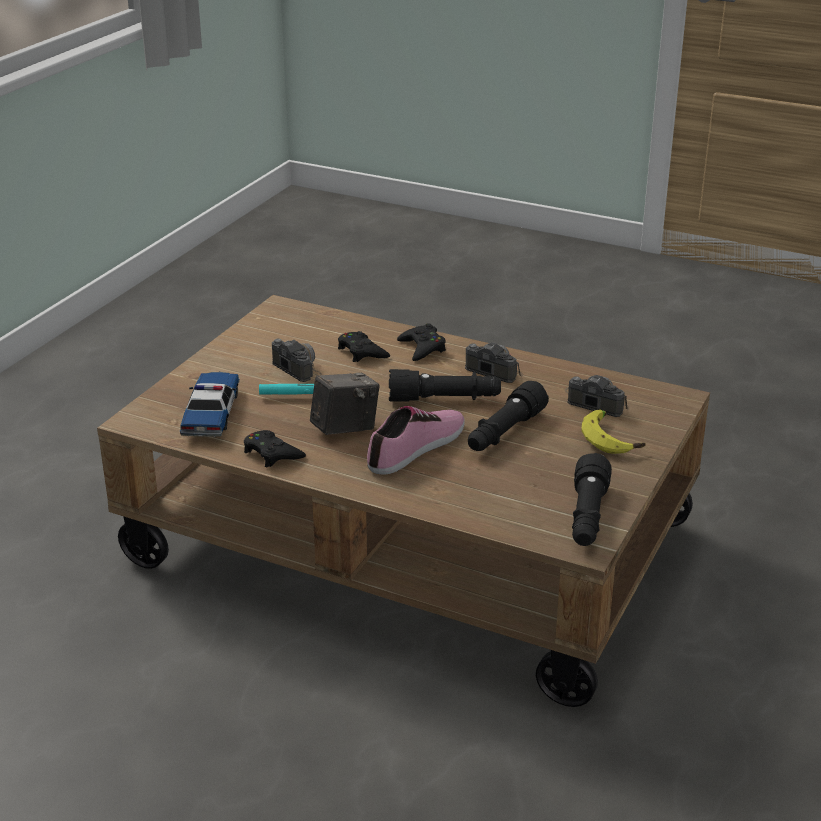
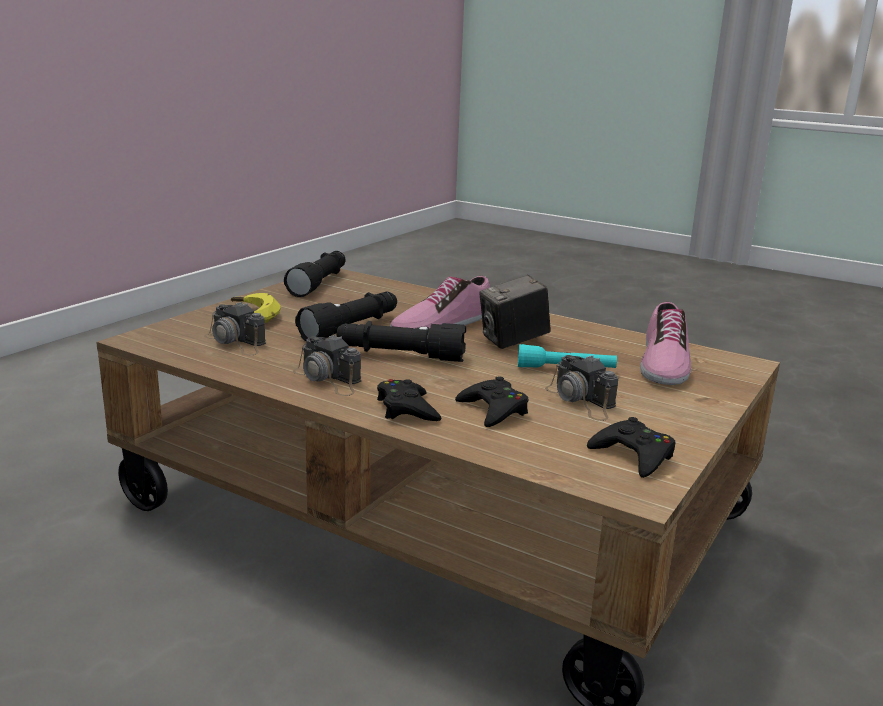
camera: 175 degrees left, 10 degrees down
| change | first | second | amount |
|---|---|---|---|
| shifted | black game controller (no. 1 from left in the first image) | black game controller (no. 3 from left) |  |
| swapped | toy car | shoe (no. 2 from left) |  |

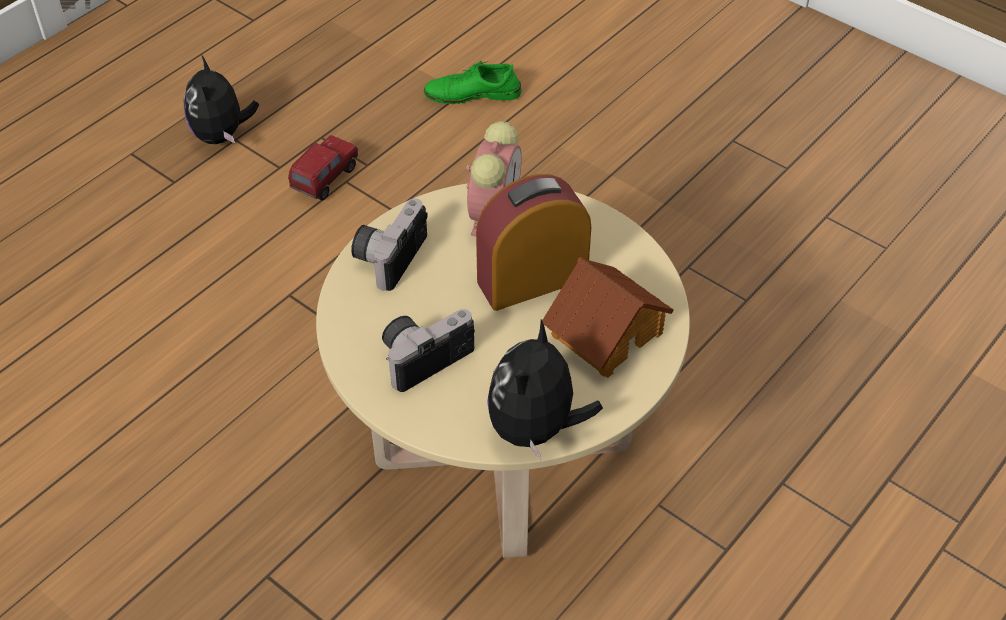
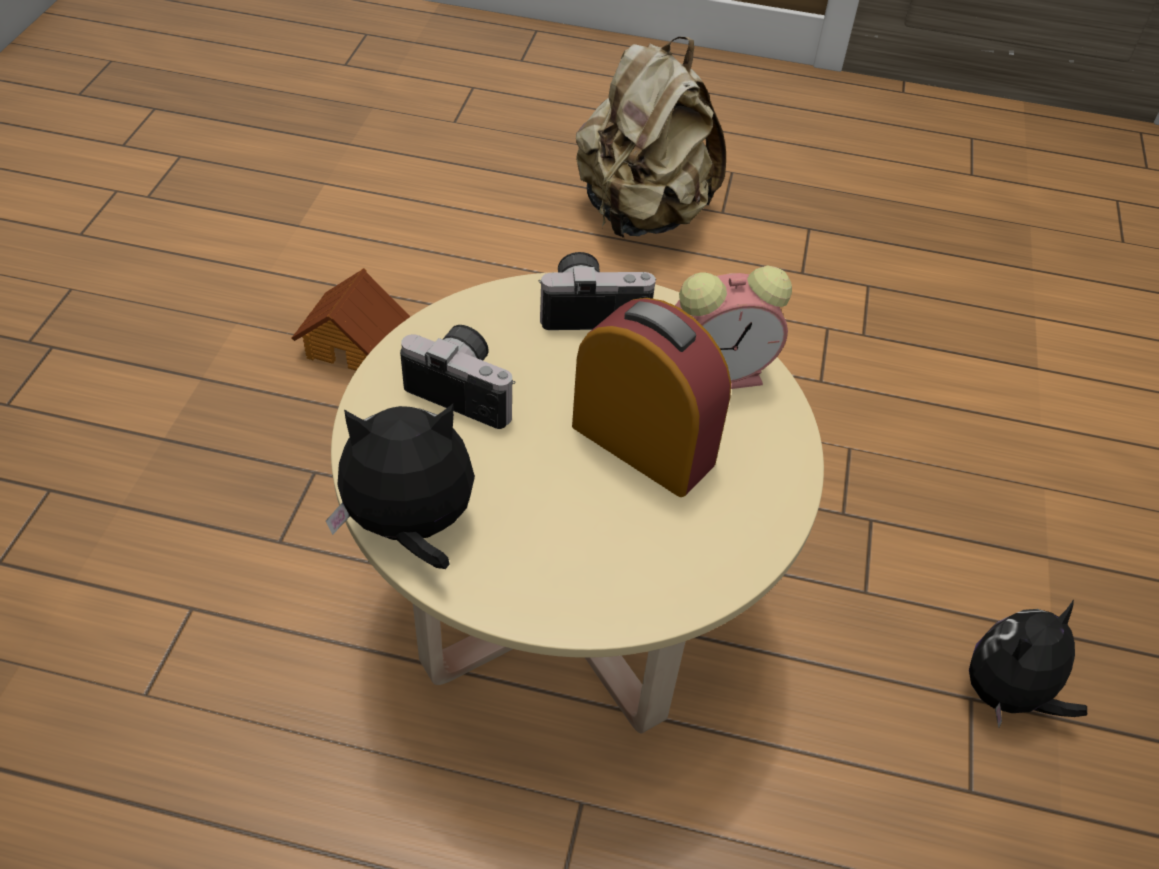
camera: 60 degrees right, 0 degrees up
| change | first | second | amount |
|---|---|---|---|
| shifted | toy house |  |  |
| new |  | beige backpack |  |
| shifted | plush toy (no. 1 from left in the first image) | plush toy (no. 2 from left) |  |
| gone | toy truck |  |  |
| gone | green shoe |  |  |

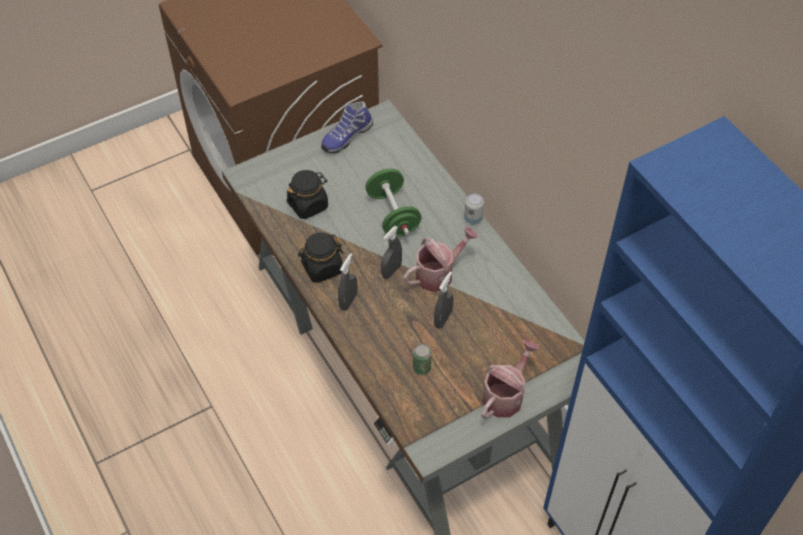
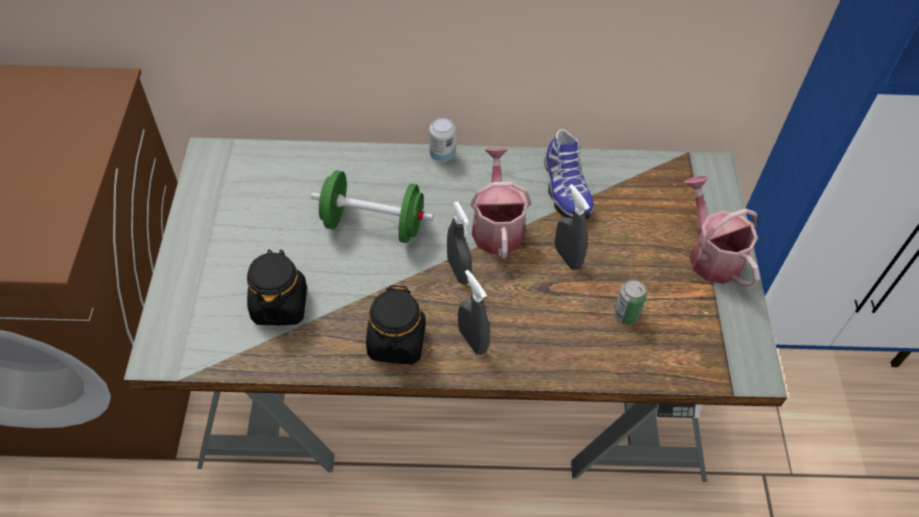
camera: 60 degrees left, 0 degrees up
| change | first | second | amount |
|---|---|---|---|
| shifted | shoe |  |  |

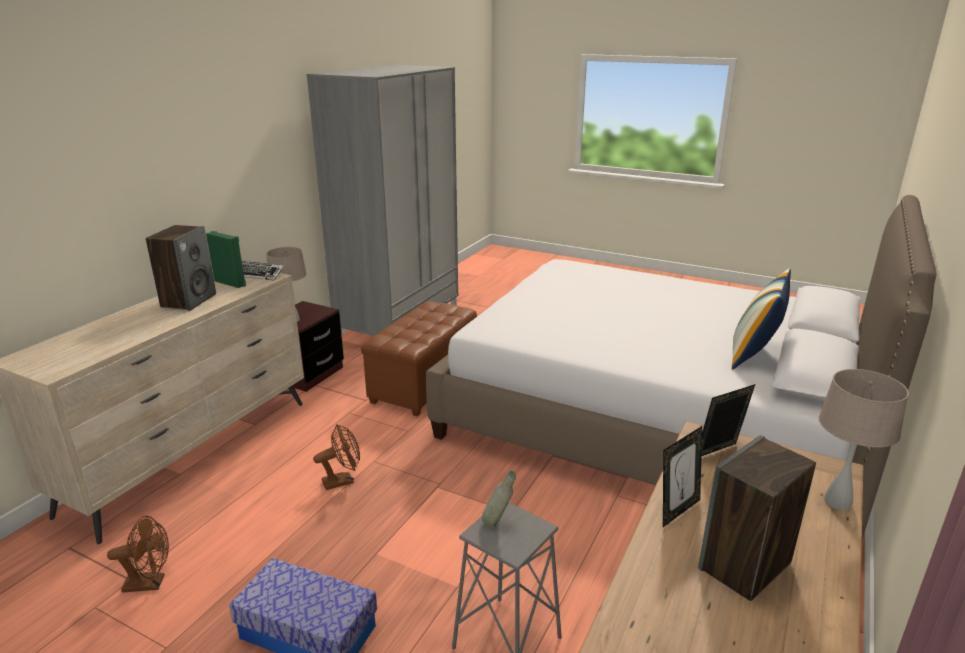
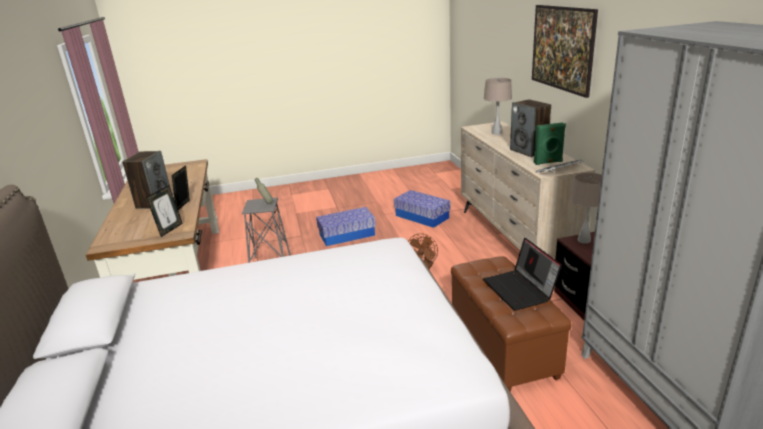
camera: 140 degrees right, 0 degrees up
| change | first | second | amount |
|---|---|---|---|
| swapped | brown fan (no. 1 from left) | storage box (no. 2 from left) |  |
| new |  | laptop |  |
| shifted | beige table lamp (no. 2 from left in the first image) | beige table lamp (no. 1 from left) |  |
| new |  | picture |  |
| gone | pillow |  |  |

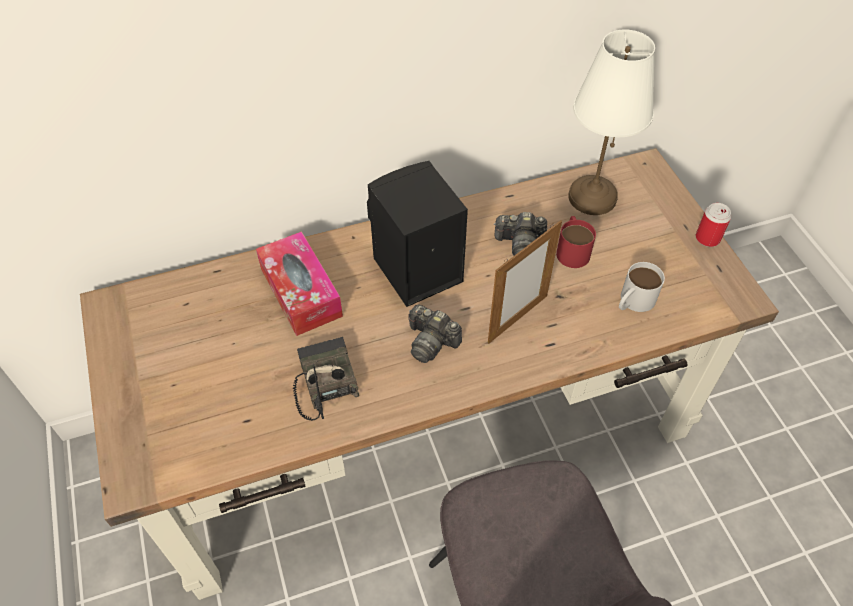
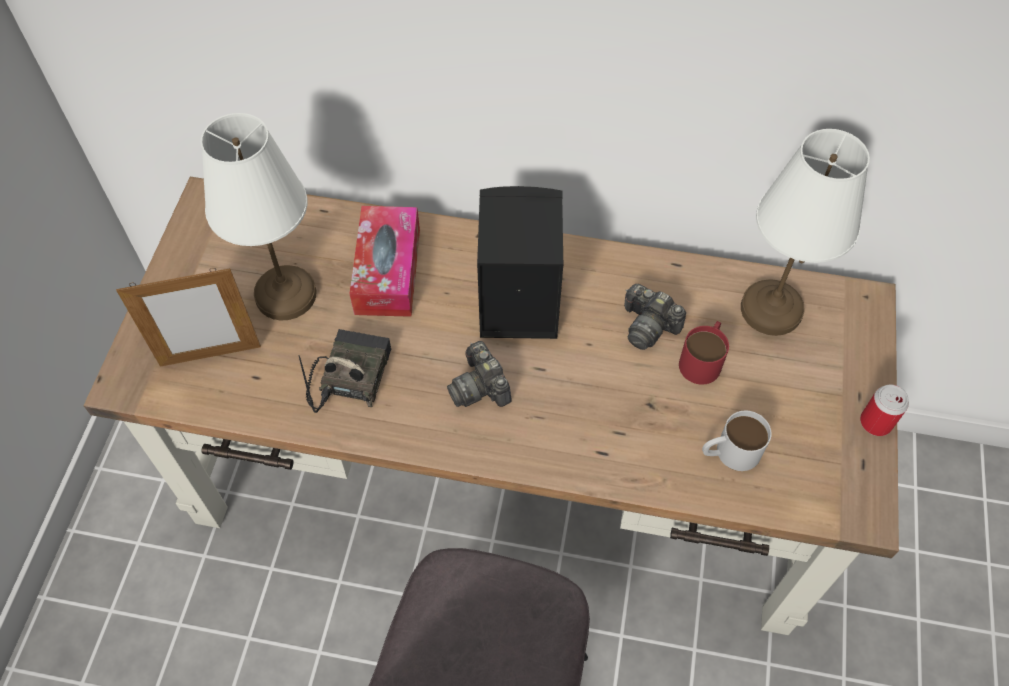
camera: 30 degrees right, 5 degrees up
| change | first | second | amount |
|---|---|---|---|
| shifted | picture frame |  |  |
| new |  | white table lamp (no. 1 from left) |  |

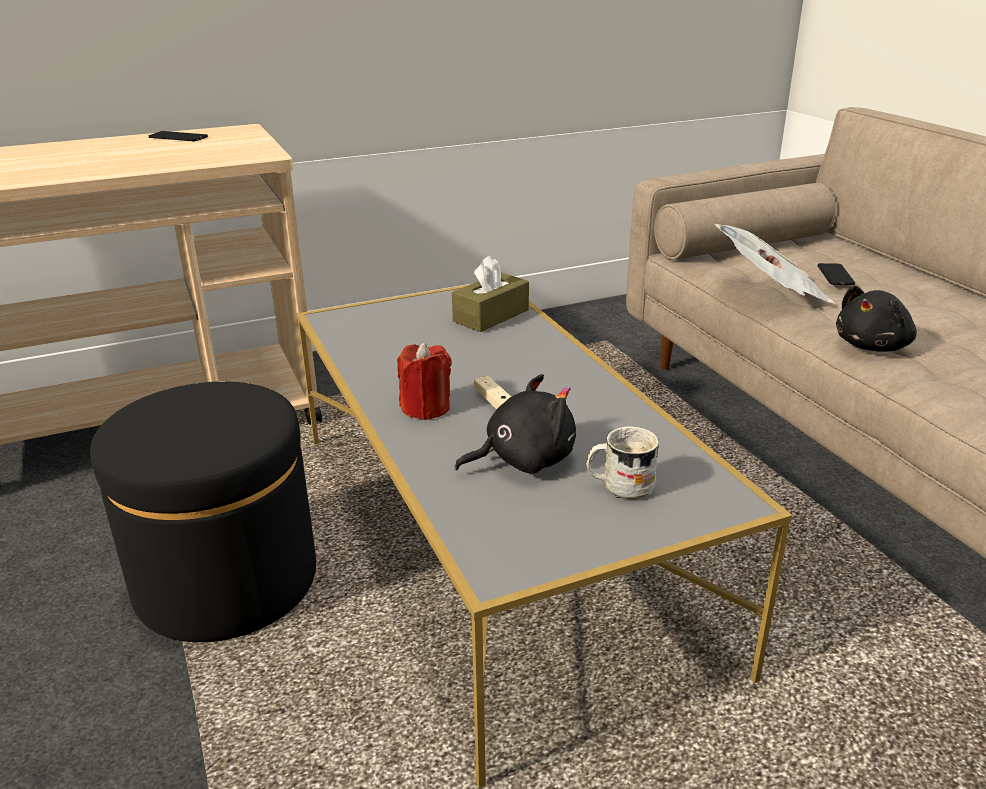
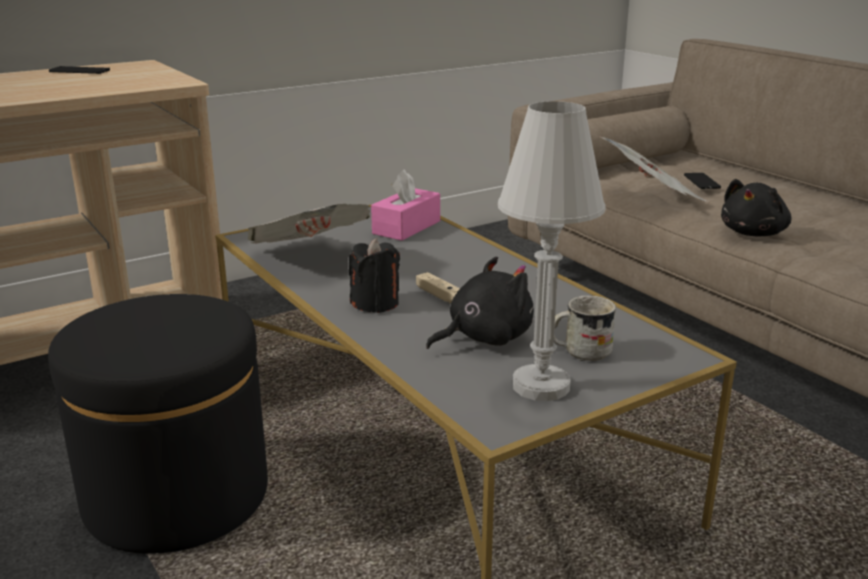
camera: 10 degrees left, 5 degrees down
| change | first | second | amount |
|---|---|---|---|
| new |  | newspaper (no. 1 from left) |  |
| repainted | red candle | black candle |  |
| repainted | brown tissue box | pink tissue box |  |
| new |  | white table lamp |  |

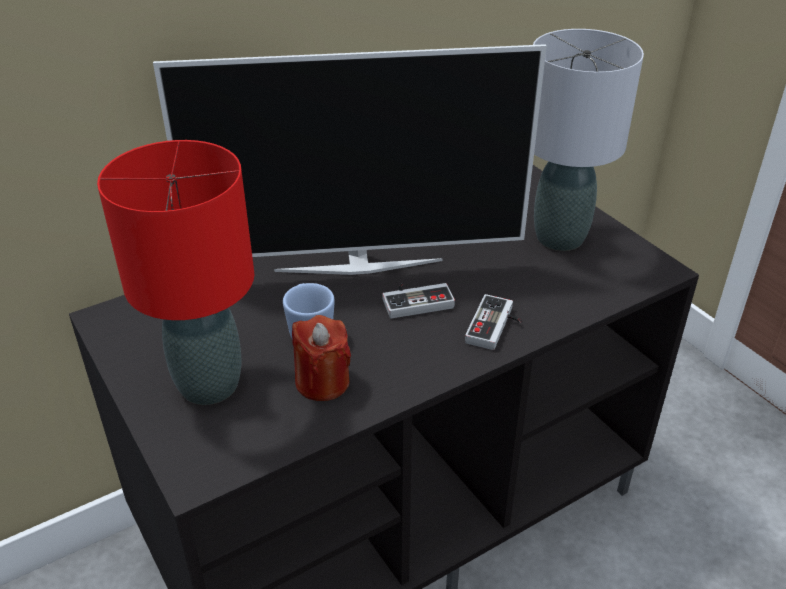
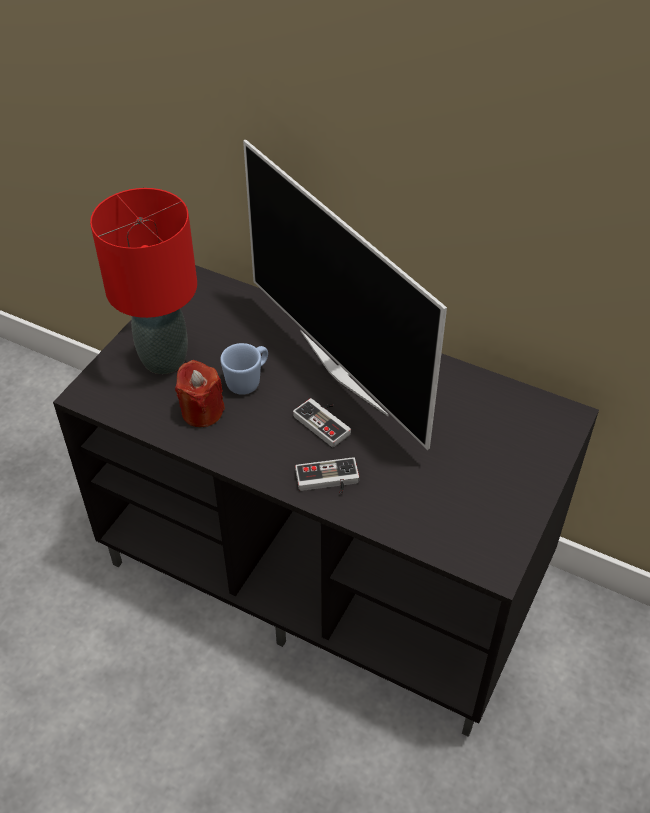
camera: 60 degrees right, 10 degrees up
| change | first | second | amount |
|---|---|---|---|
| gone | grey table lamp |  |  |

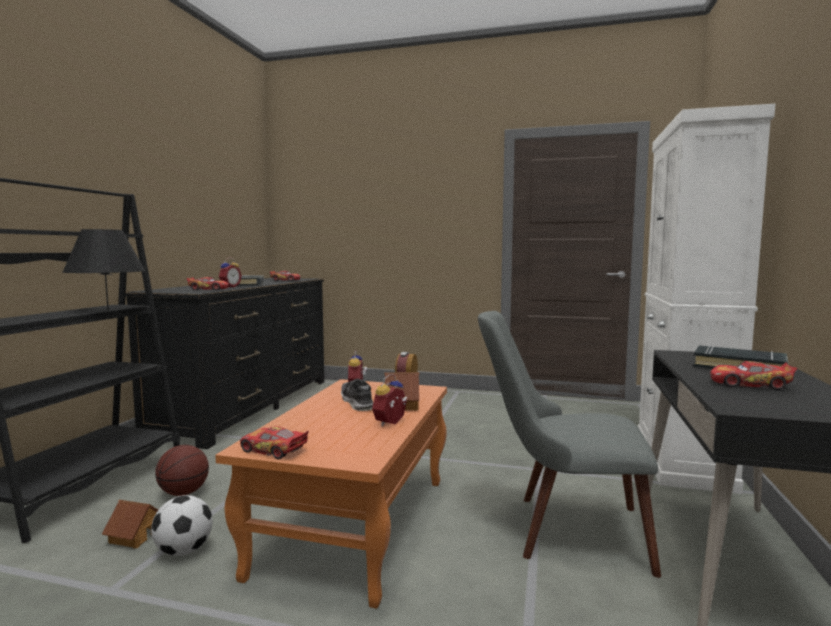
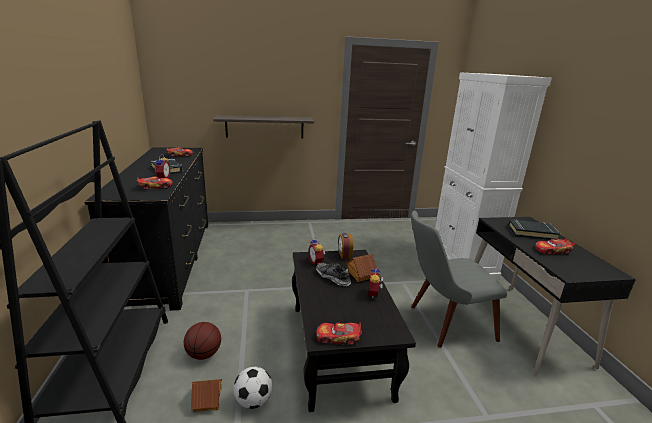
camera: 25 degrees left, 15 degrees up
| change | first | second | amount |
|---|---|---|---|
| new |  | shelf |  |
| repainted | orange coffee table | black coffee table |  |
| gone | black table lamp |  |  |

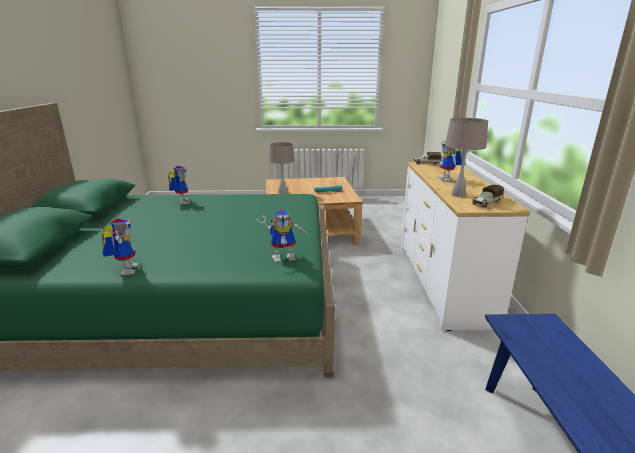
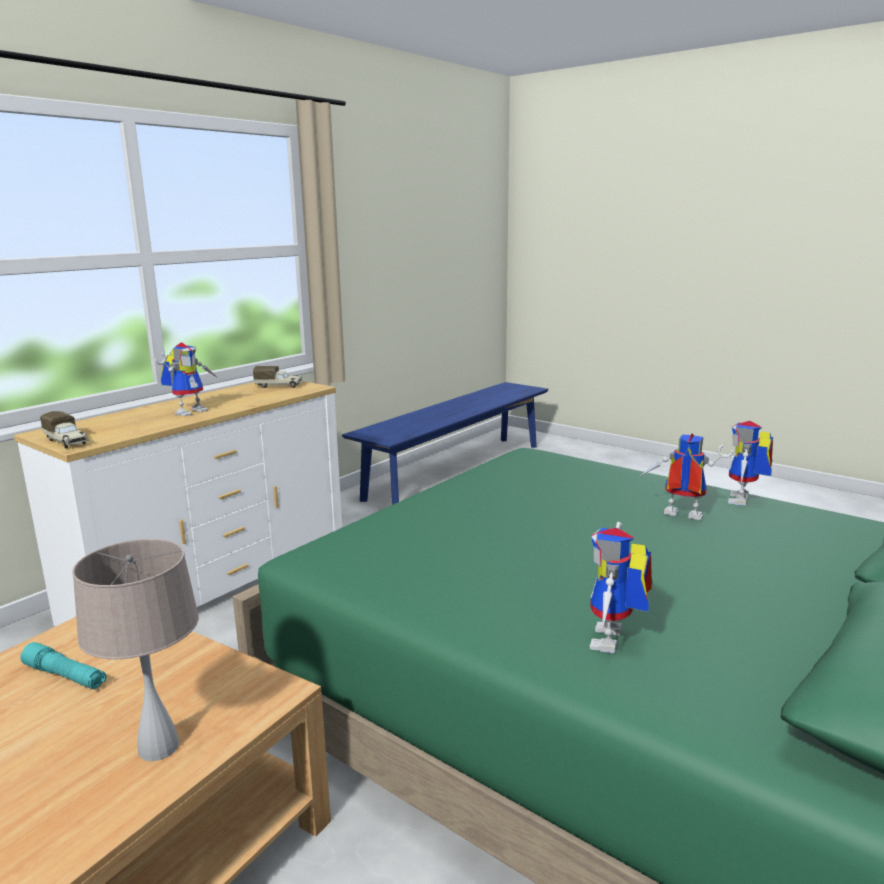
camera: 140 degrees left, 5 degrees down
| change | first | second | amount |
|---|---|---|---|
| shifted | toy robot (no. 3 from left) |  |  |
| gone | beige table lamp (no. 2 from left) |  |  |

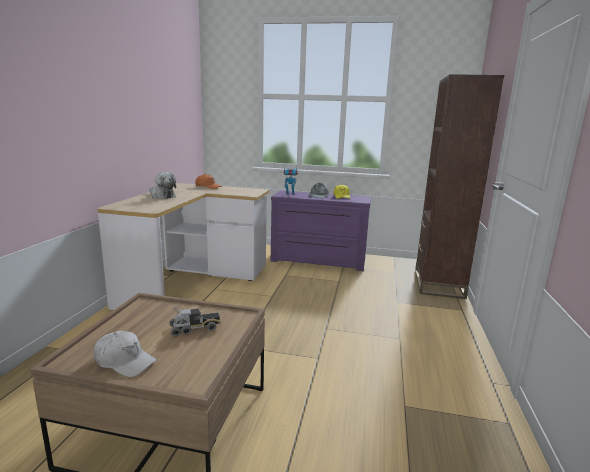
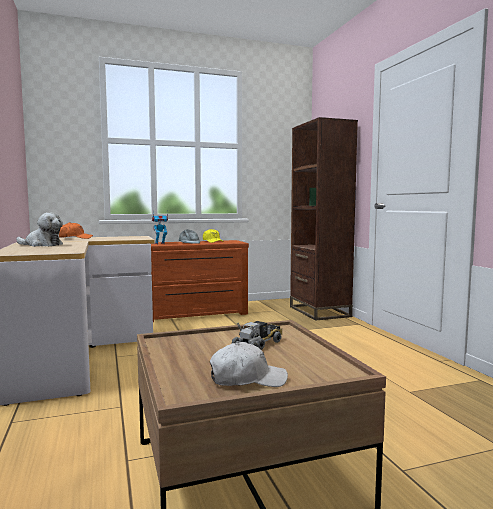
camera: 30 degrees left, 10 degrees down
| change | first | second | amount |
|---|---|---|---|
| repainted | purple dresser | brown dresser |  |

